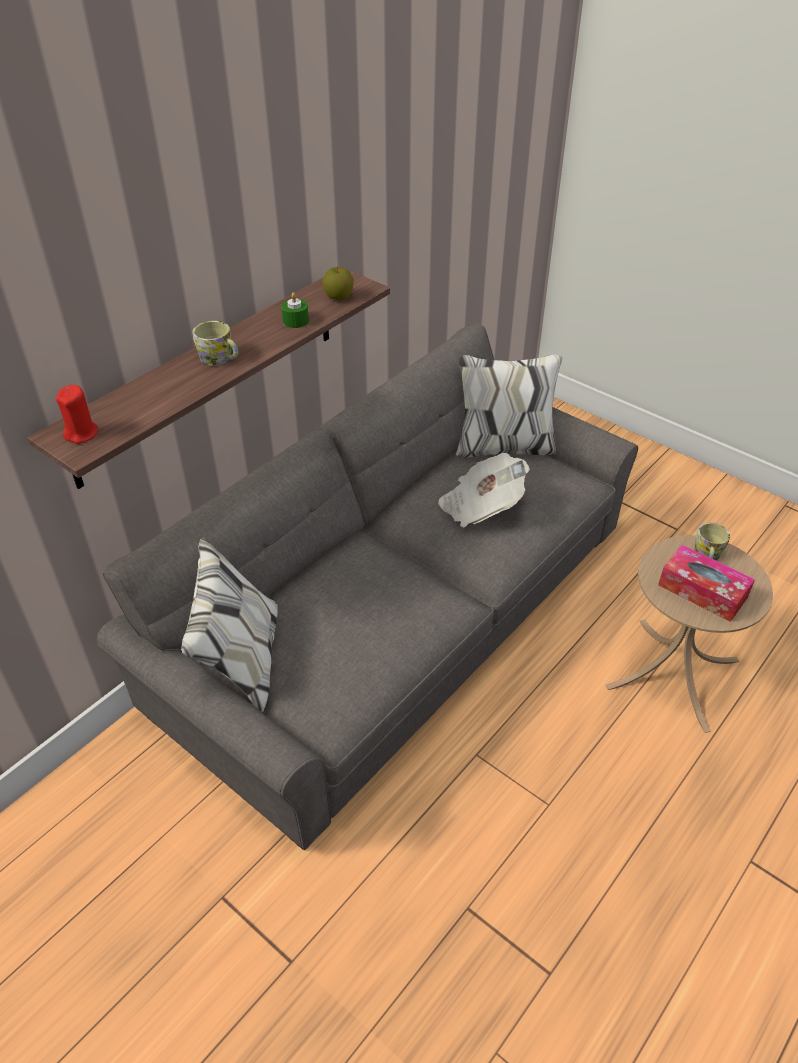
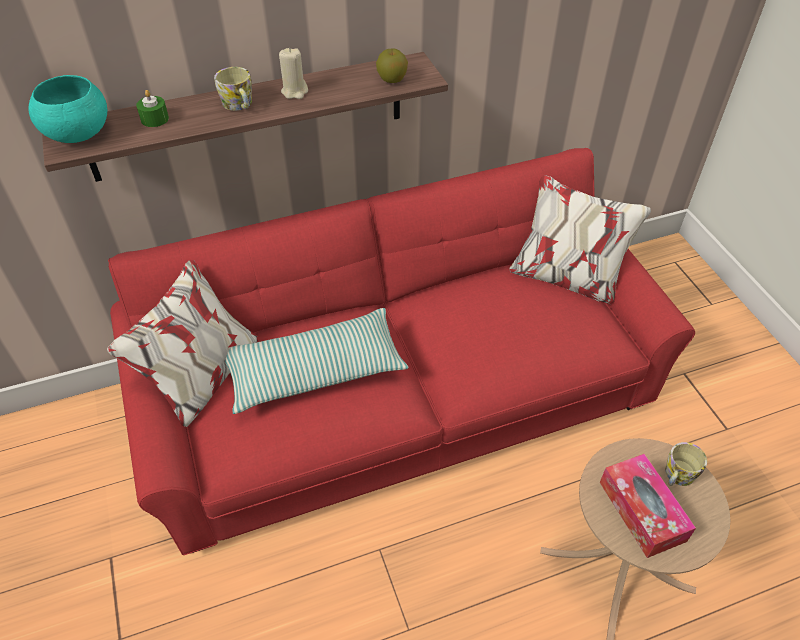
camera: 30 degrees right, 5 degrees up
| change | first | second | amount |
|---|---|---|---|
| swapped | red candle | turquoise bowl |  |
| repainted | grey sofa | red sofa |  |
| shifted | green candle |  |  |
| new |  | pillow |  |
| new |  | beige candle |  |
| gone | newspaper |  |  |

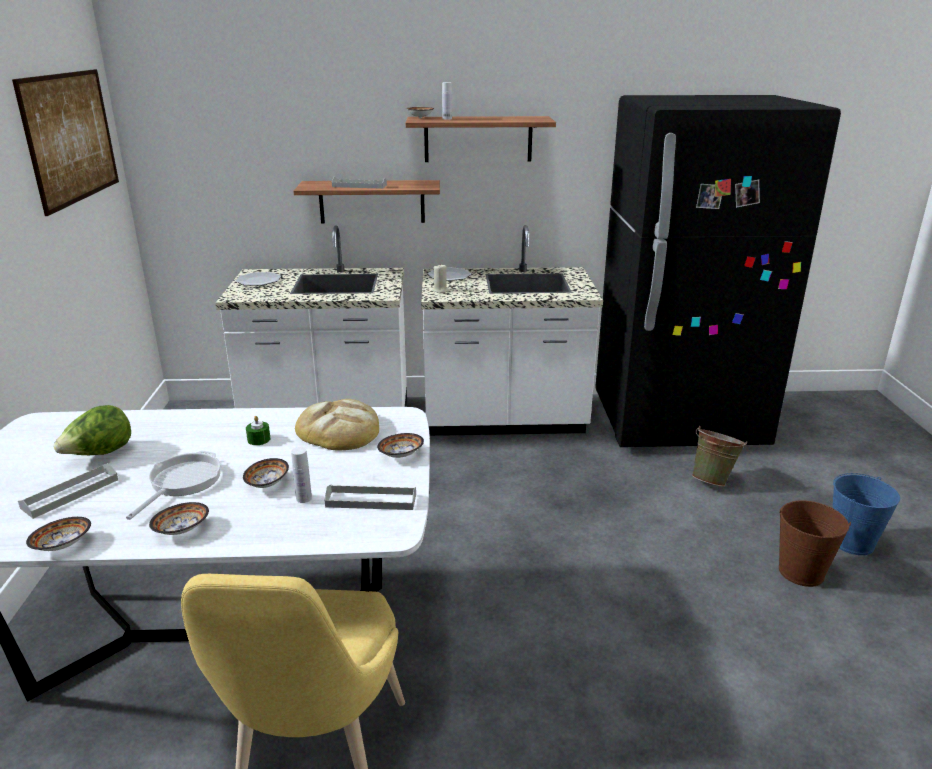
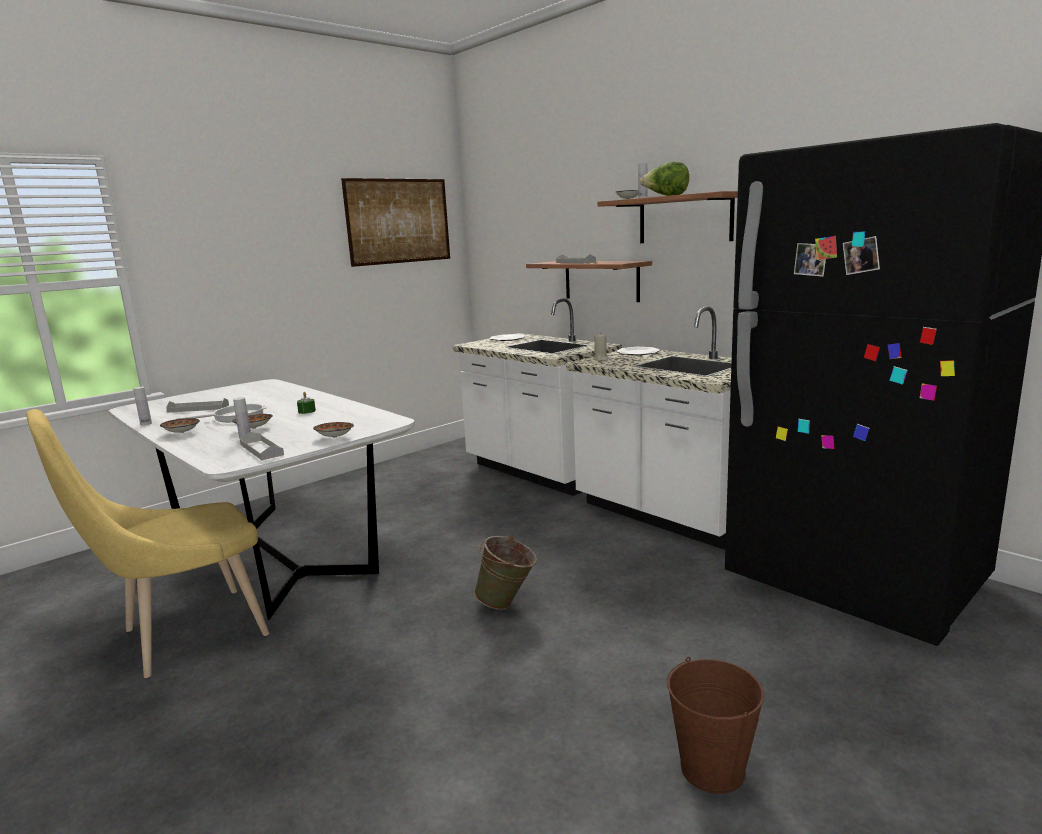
camera: 50 degrees right, 10 degrees down
| change | first | second | amount |
|---|---|---|---|
| swapped | bowl (no. 1 from left) | white bottle (no. 1 from left) |  |
| shifted | green bucket |  |  |
| shifted | lettuce |  |  |
| gone | bread |  |  |
| gone | blue bucket |  |  |

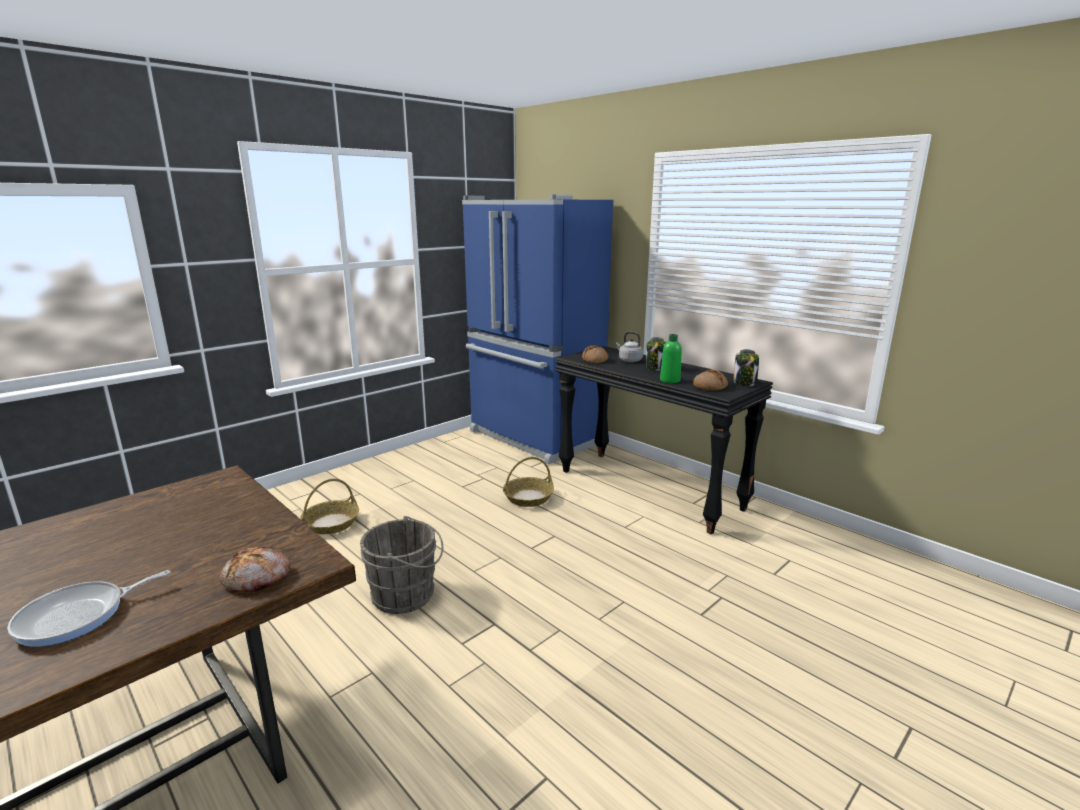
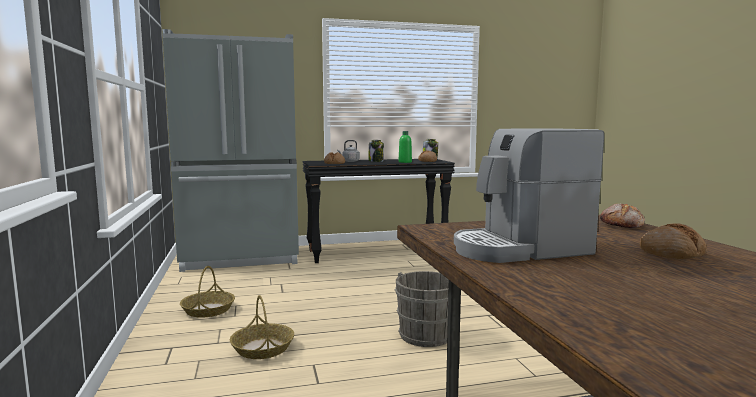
camera: 60 degrees left, 10 degrees down
| change | first | second | amount |
|---|---|---|---|
| repainted | blue fridge | grey fridge |  |
| shifted | basket (no. 2 from left in the first image) | basket (no. 1 from left) |  |
| new |  | coffee machine |  |
| swapped | frying pan | bread (no. 4 from left) |  |

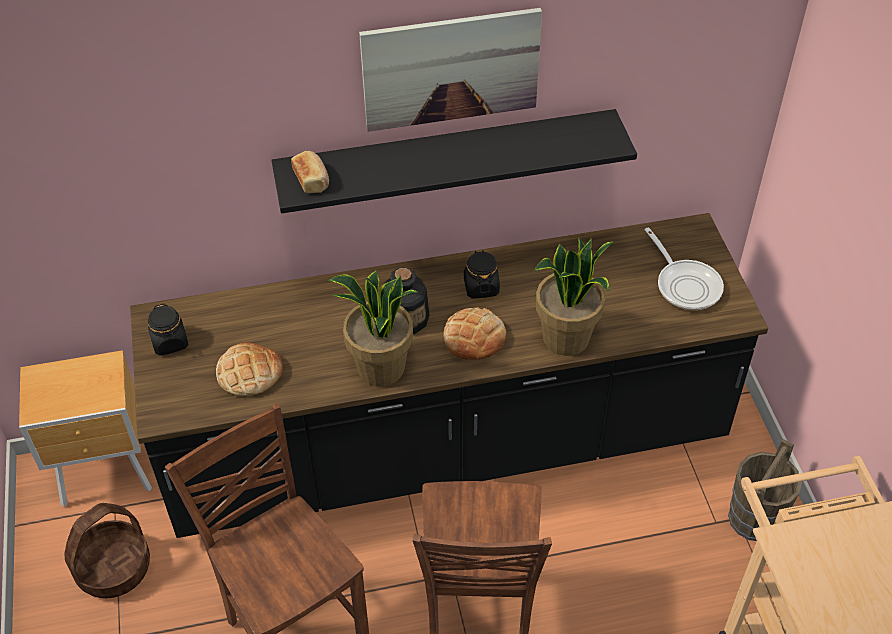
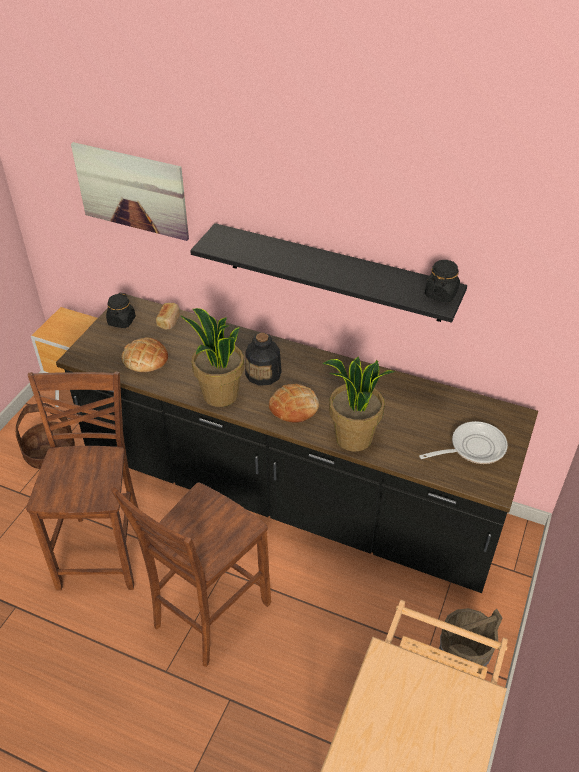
camera: 35 degrees right, 5 degrees down
| change | first | second | amount |
|---|---|---|---|
| shifted | picture |  |  |
| shifted | bread (no. 2 from left) |  |  |
| rotated | frying pan |  | 120 degrees counterclockwise |
| shifted | black jar (no. 2 from left) |  |  |

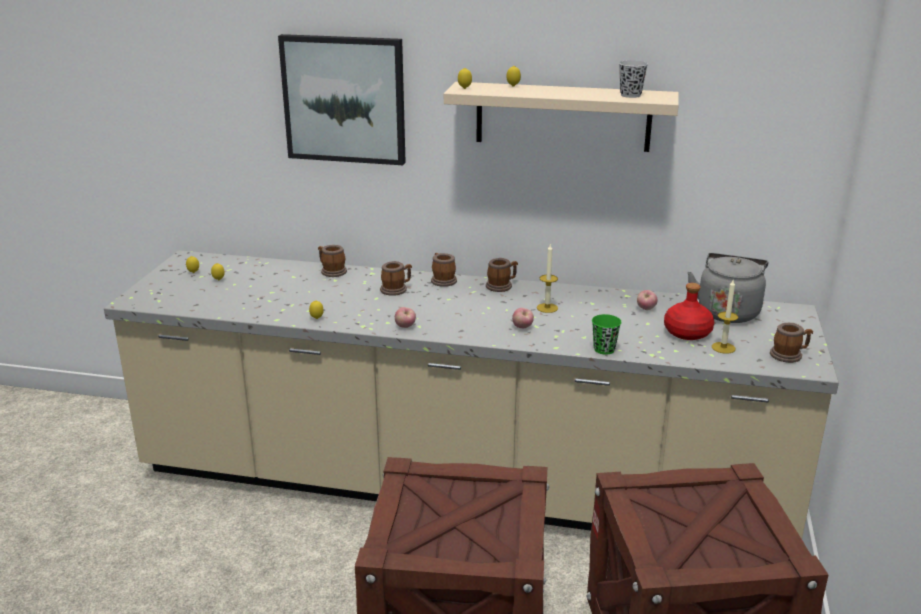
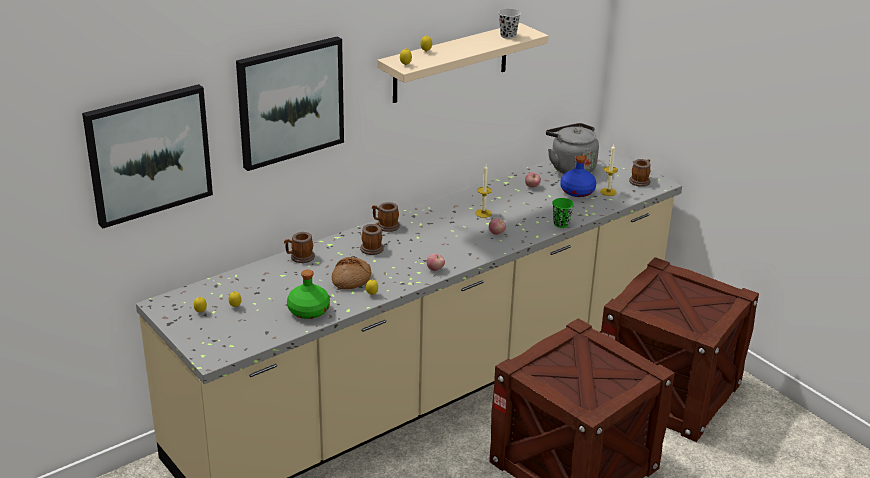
camera: 50 degrees left, 5 degrees up
| change | first | second | amount |
|---|---|---|---|
| new |  | picture (no. 1 from left) |  |
| new |  | green bottle |  |
| new |  | bread |  |
| repainted | red bottle | blue bottle |  |
| gone | mug (no. 4 from left) |  |  |

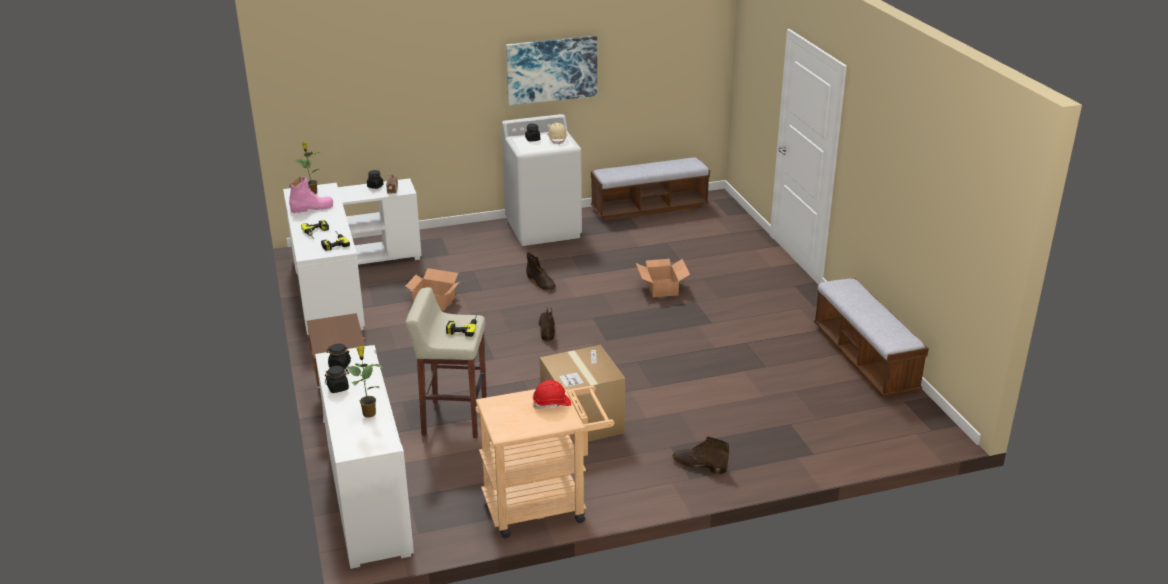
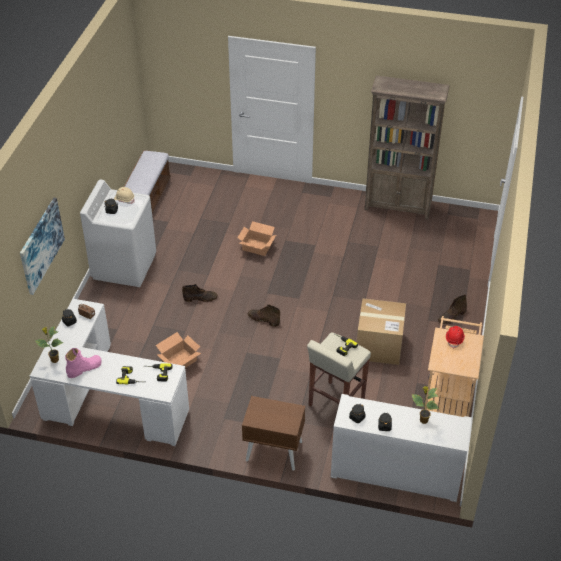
camera: 60 degrees left, 15 degrees up
| change | first | second | amount |
|---|---|---|---|
| shifted | picture |  |  |
| rotated | pink boot |  | 45 degrees clockwise |
| swapped | bench (no. 2 from left) | brown bookcase |  |

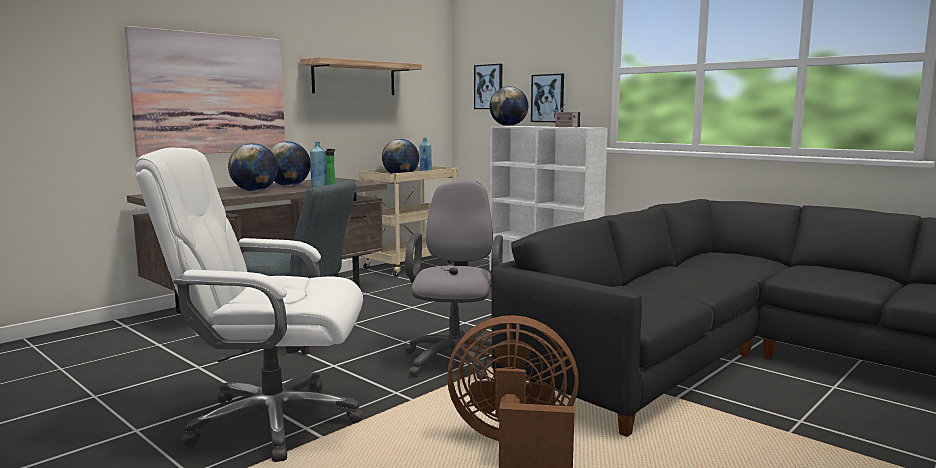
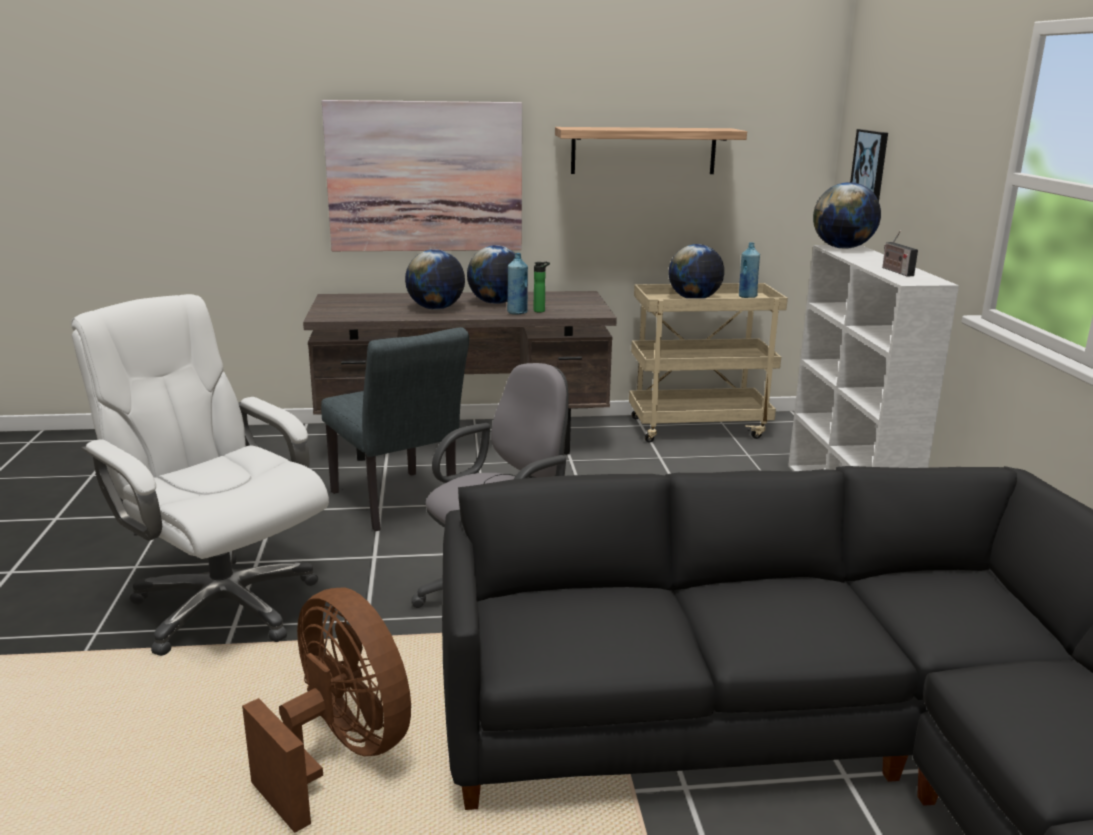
camera: 40 degrees right, 10 degrees up
| change | first | second | amount |
|---|---|---|---|
| gone | picture (no. 3 from left) |  |  |

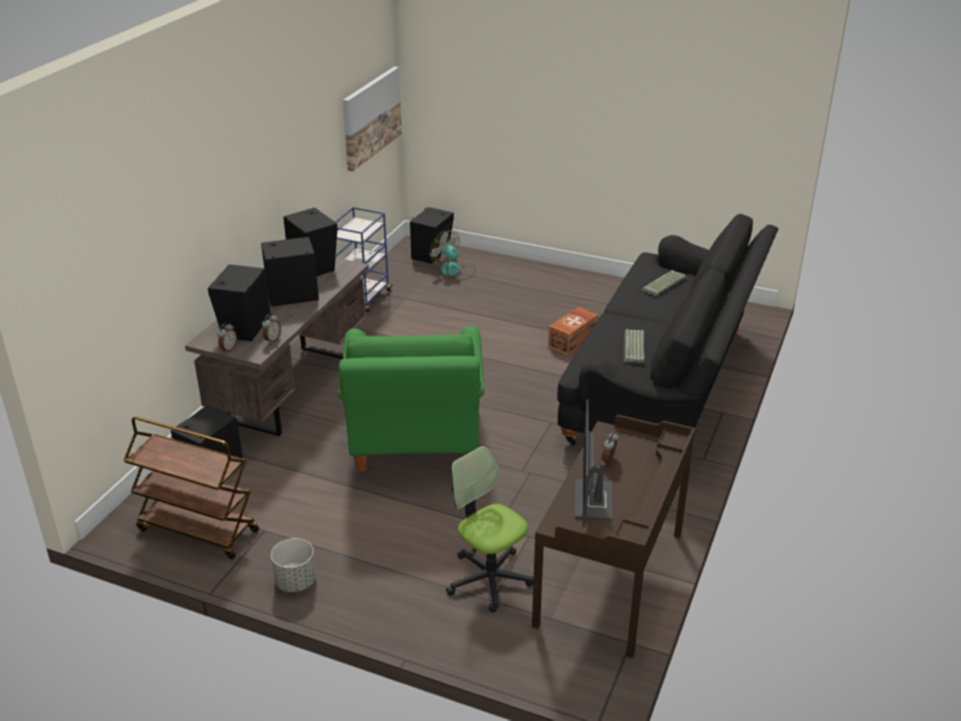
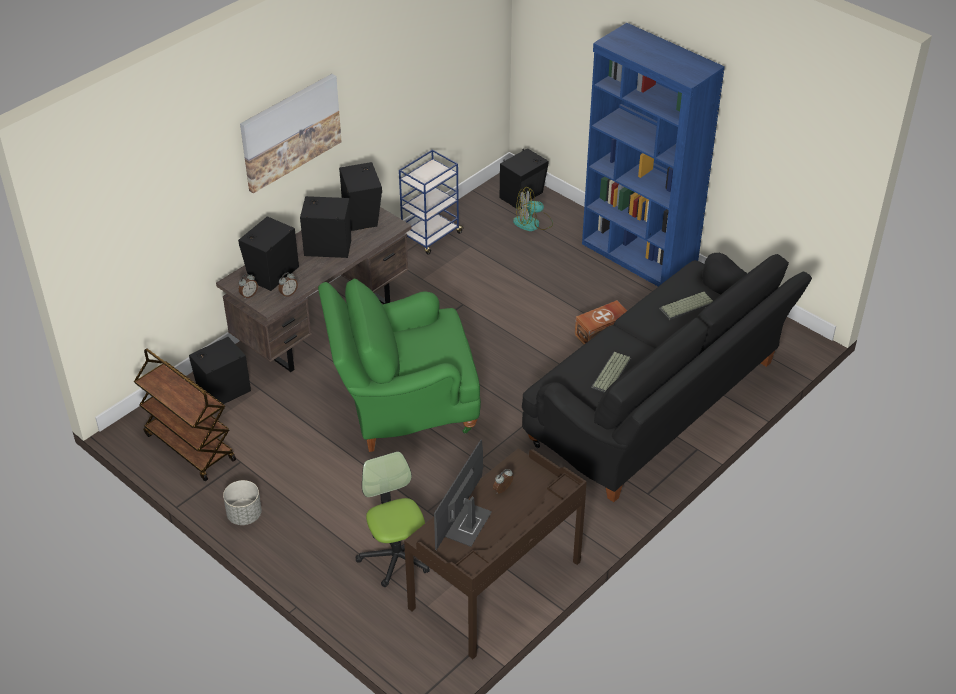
camera: 20 degrees right, 10 degrees up
| change | first | second | amount |
|---|---|---|---|
| shifted | picture |  |  |
| rotated | green armchair |  | 60 degrees clockwise |
| rotated | fan |  | 75 degrees counterclockwise |
| new |  | blue bookcase |  |

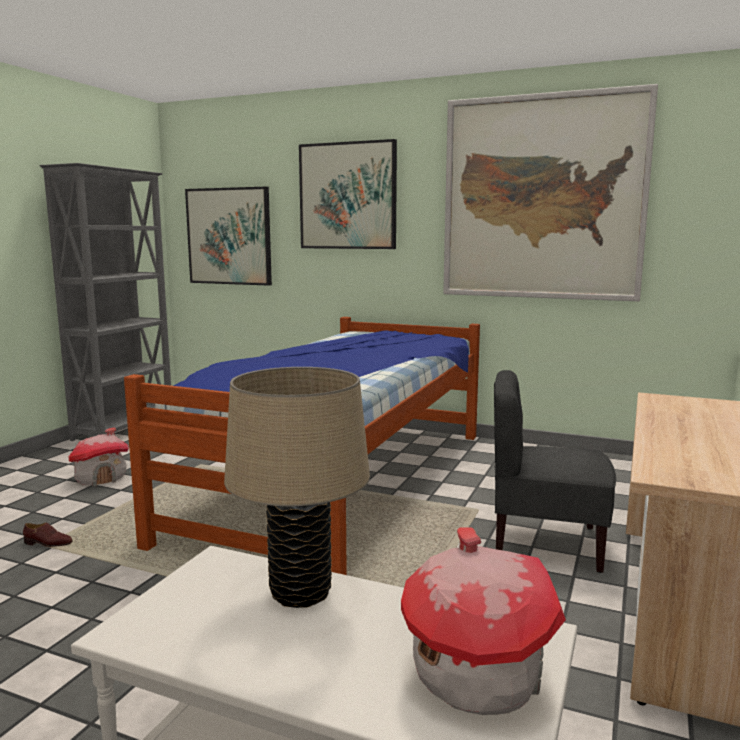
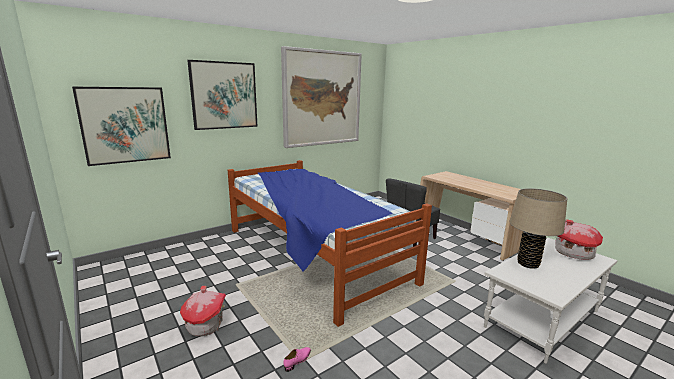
camera: 60 degrees left, 5 degrees up
| change | first | second | amount |
|---|---|---|---|
| repainted | brown shoe | pink shoe |  |
| gone | grey bookcase |  |  |

